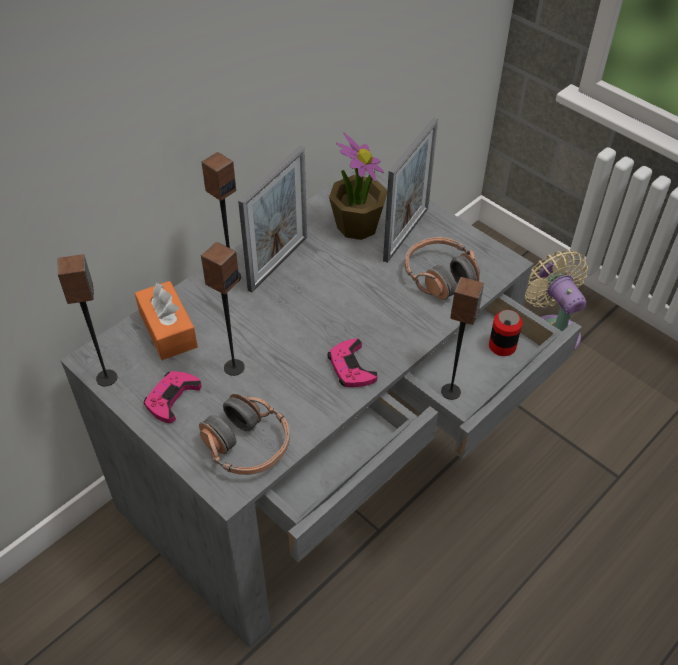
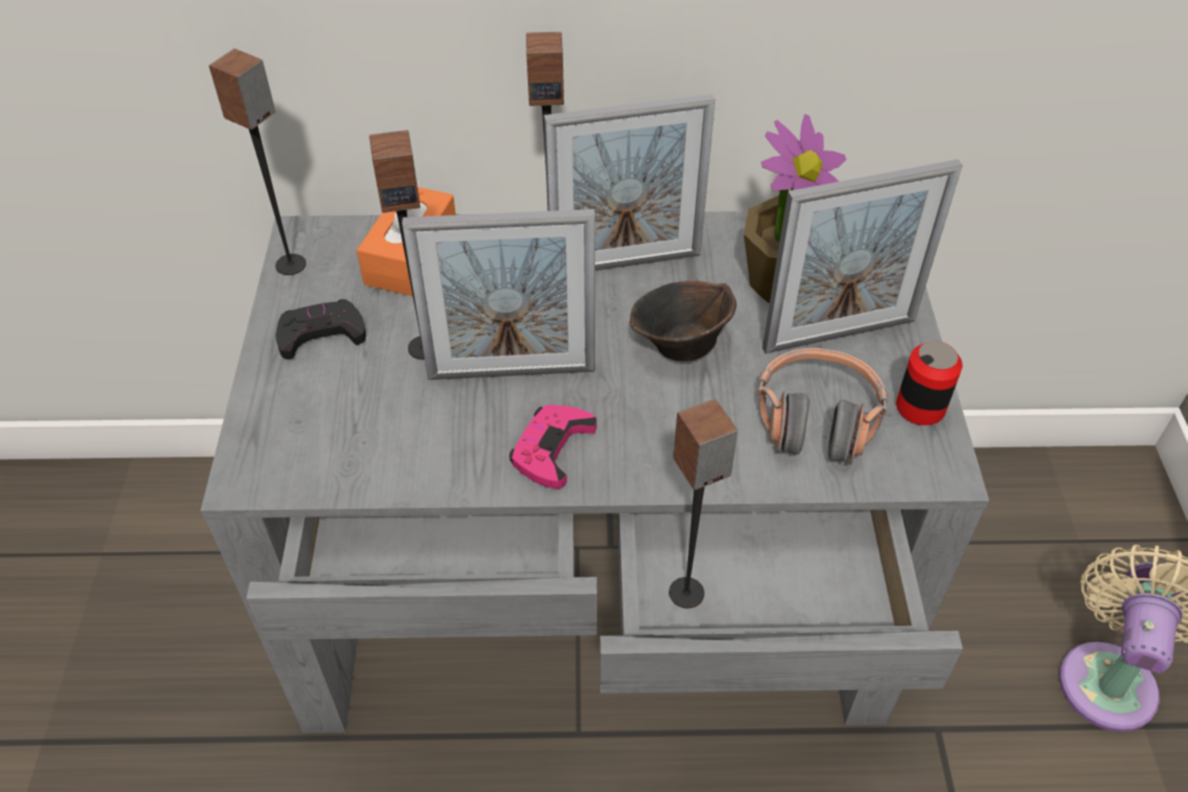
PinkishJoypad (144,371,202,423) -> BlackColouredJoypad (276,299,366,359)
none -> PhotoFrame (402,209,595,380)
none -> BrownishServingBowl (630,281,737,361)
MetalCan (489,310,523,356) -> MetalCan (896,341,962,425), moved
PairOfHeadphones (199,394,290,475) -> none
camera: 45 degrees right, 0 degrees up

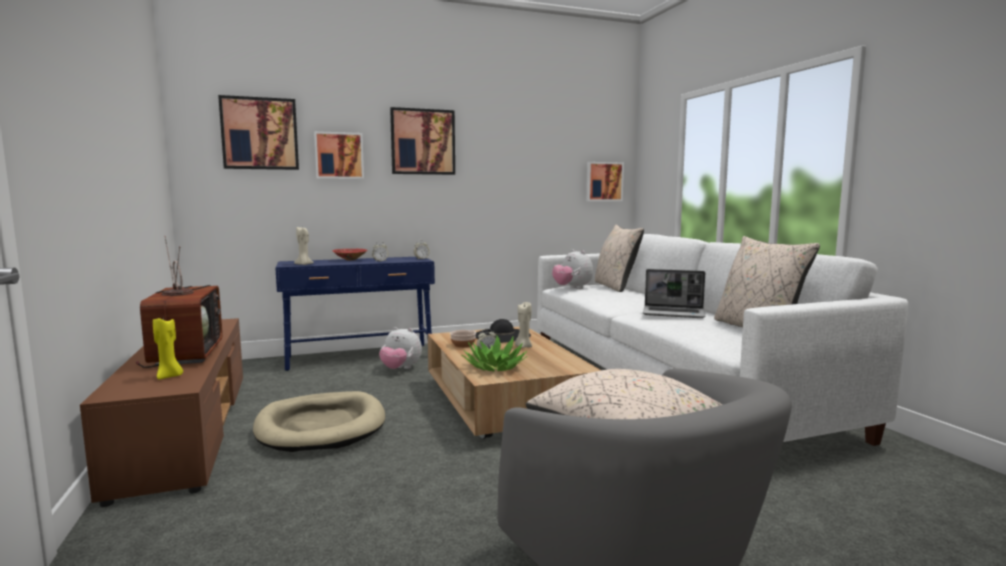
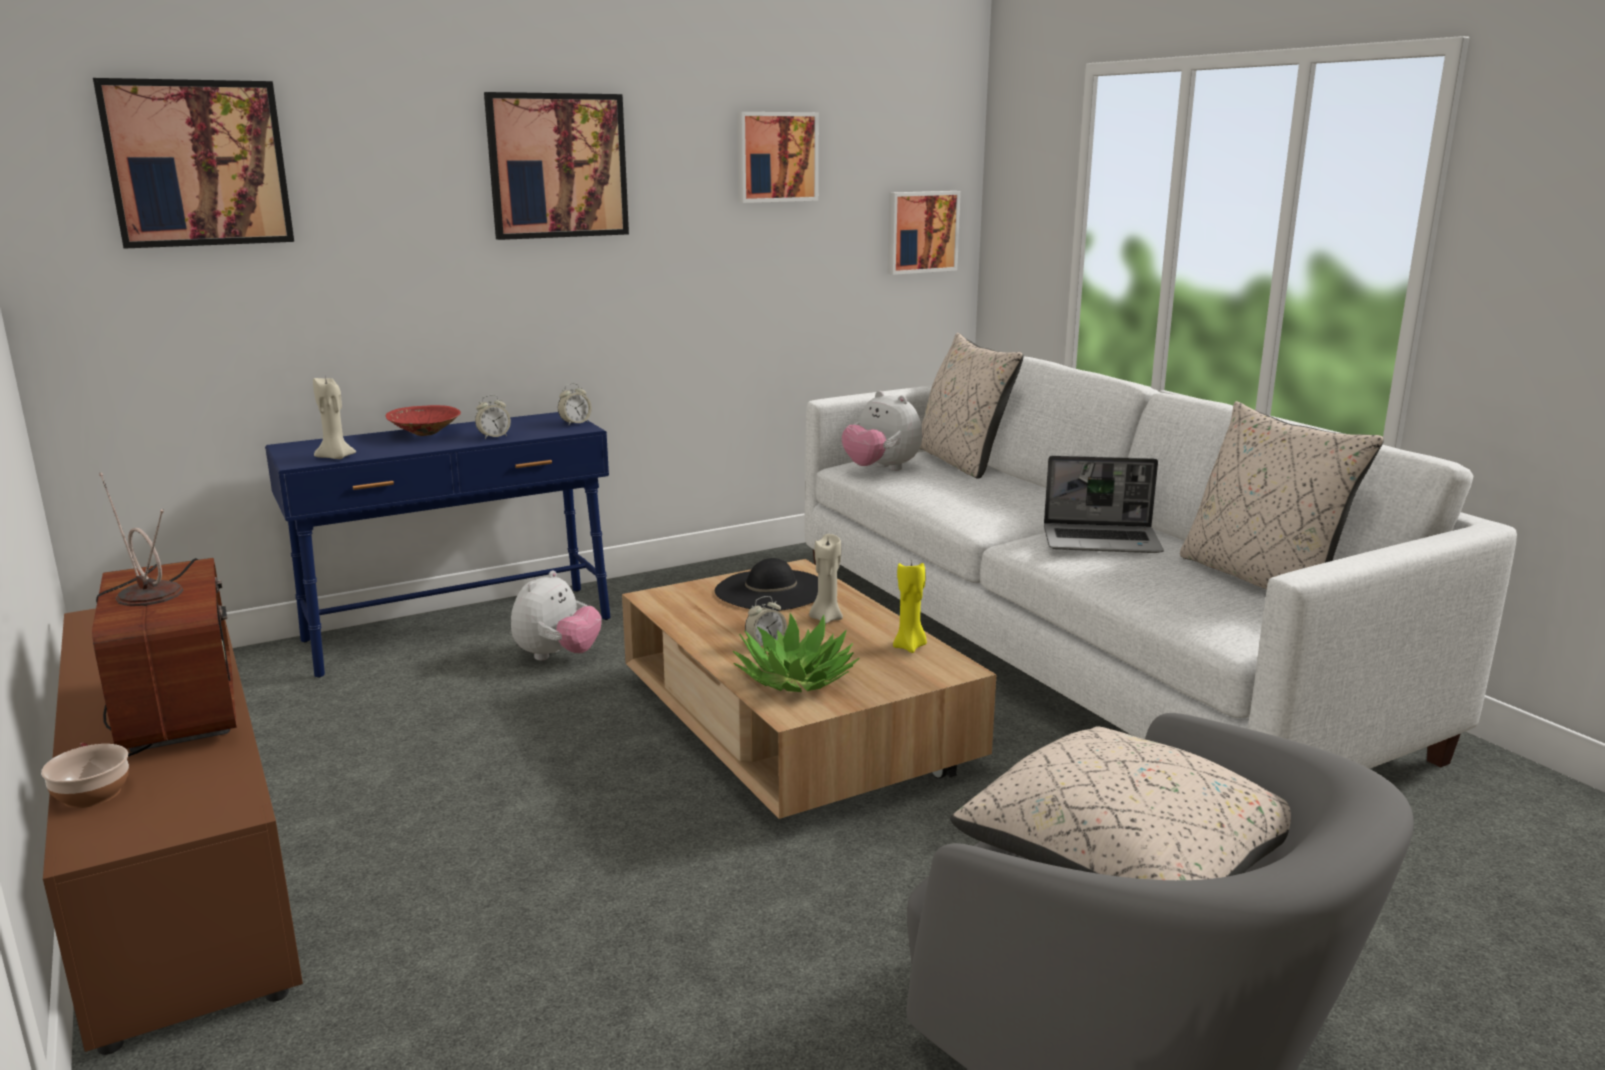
ServingBowl (450,330,476,348) -> ServingBowl (41,744,129,808), moved
SoftToy (379,327,422,369) -> SoftToy (511,570,602,660), 75 degrees counterclockwise
WallArt (314,131,364,179) -> WallArt (737,112,819,203), moved
YellowishWaxCandle (153,317,183,379) -> YellowishWaxCandle (893,561,927,653), moved
SandColouredPetBed (253,391,385,452) -> none
camera: 10 degrees left, 10 degrees up

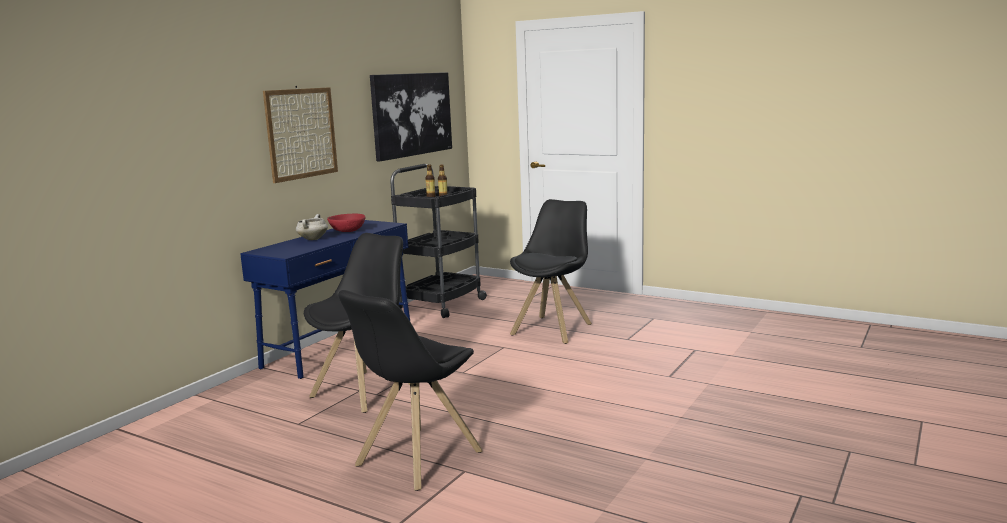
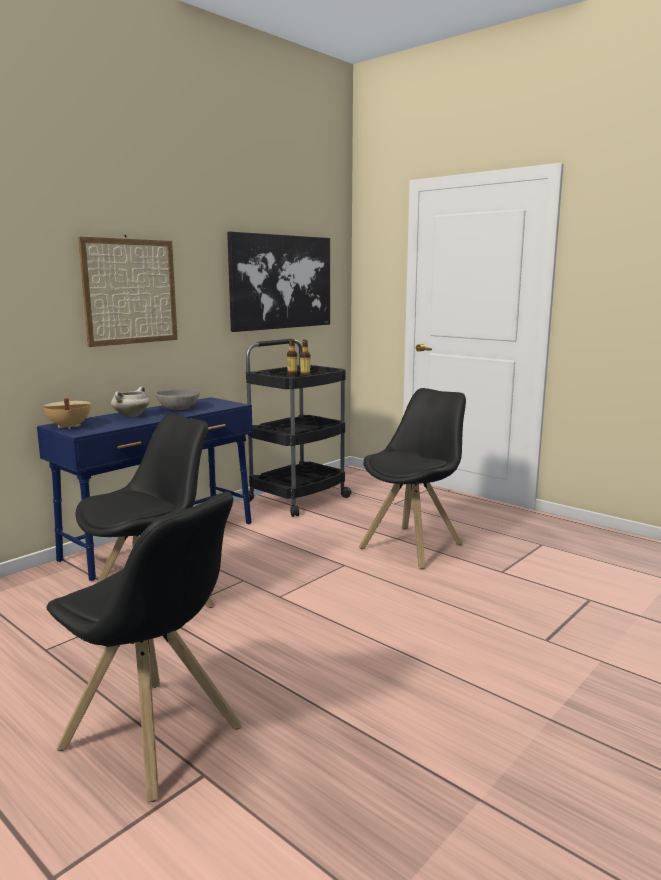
none -> SandColouredStockpot (43,397,91,429)
BlackColouredChair (338,290,483,491) -> BlackColouredChair (47,492,242,802), 105 degrees counterclockwise
RedColouredServingBowl (327,214,365,232) -> GrayServingBowl (155,389,200,410)
camera: 10 degrees right, 0 degrees up

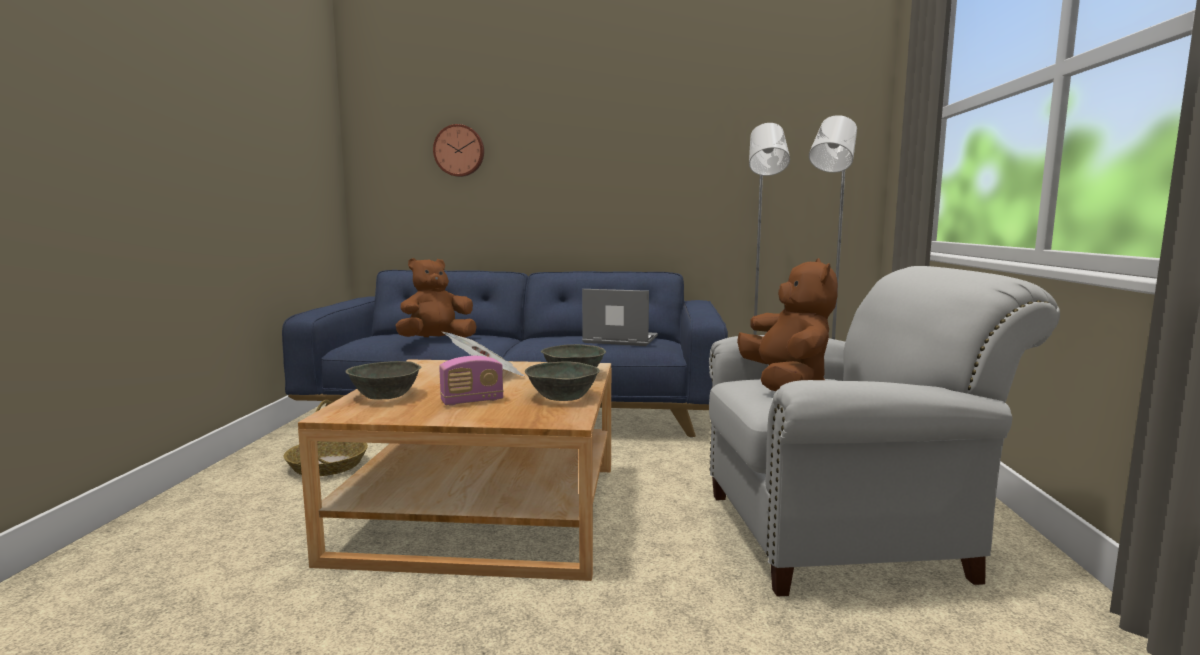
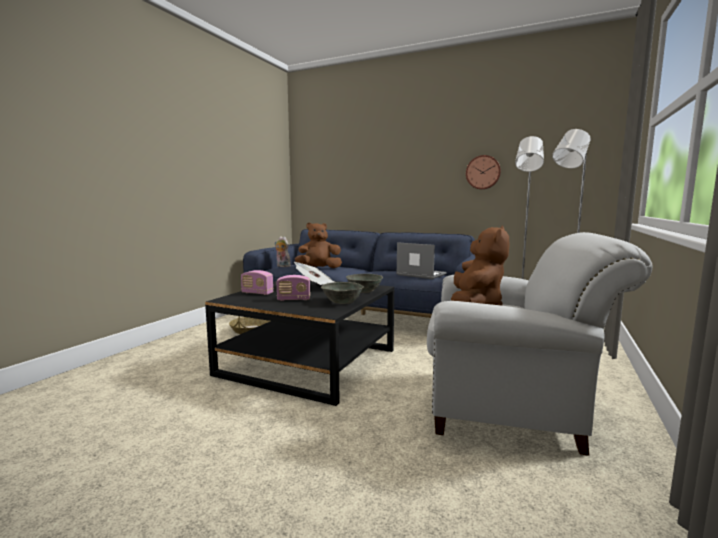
SandColouredCoffeeTable (298,359,611,581) -> BlackColouredCoffeeTable (205,281,394,406)
GrayServingBowl (346,361,421,400) -> Radio (241,270,274,295)
none -> SoftToy (275,236,291,267)
HangingClock (433,124,484,177) -> HangingClock (466,155,501,190), moved
camera: 20 degrees right, 0 degrees up

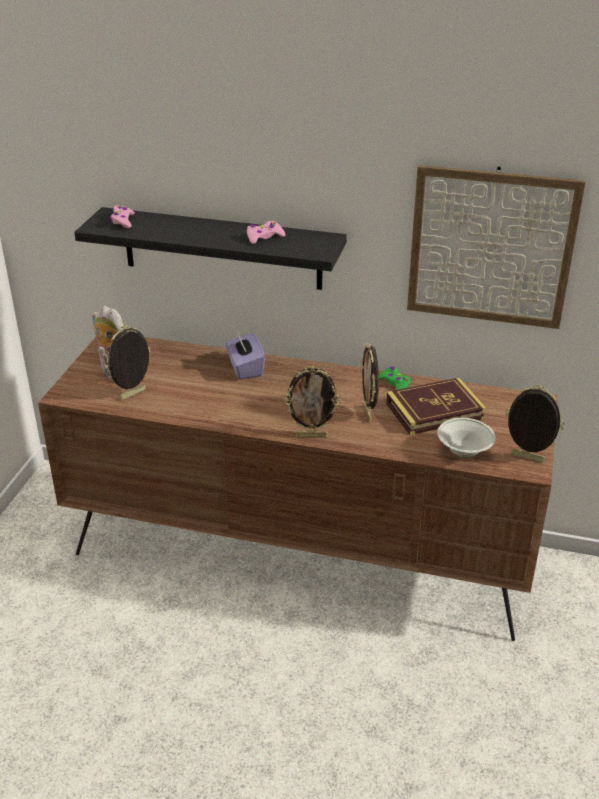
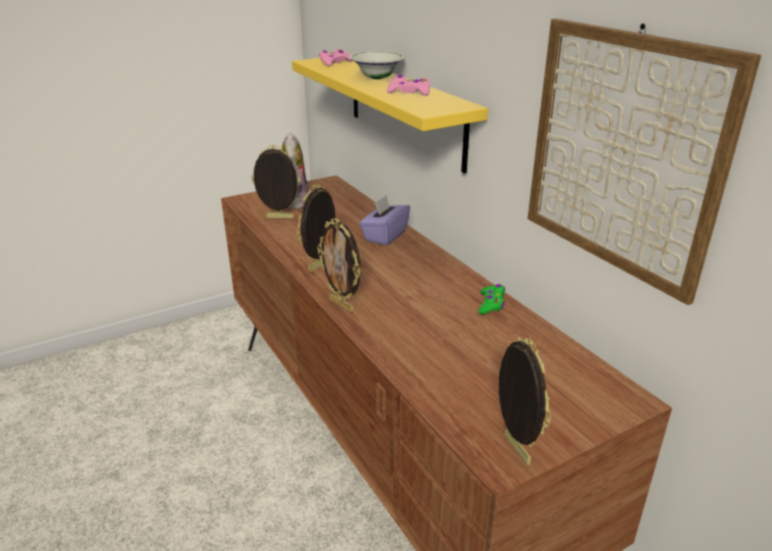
BlackColouredBracketShelf (74,207,347,290) -> YellowishBracketShelf (292,58,488,174)
PhotoFrame (361,343,379,422) -> PhotoFrame (296,184,336,272), moved
WhiteColouredServingBowl (437,418,496,458) -> WhiteColouredServingBowl (349,51,405,79), moved
Book (386,378,486,435) -> none
camera: 45 degrees right, 5 degrees down

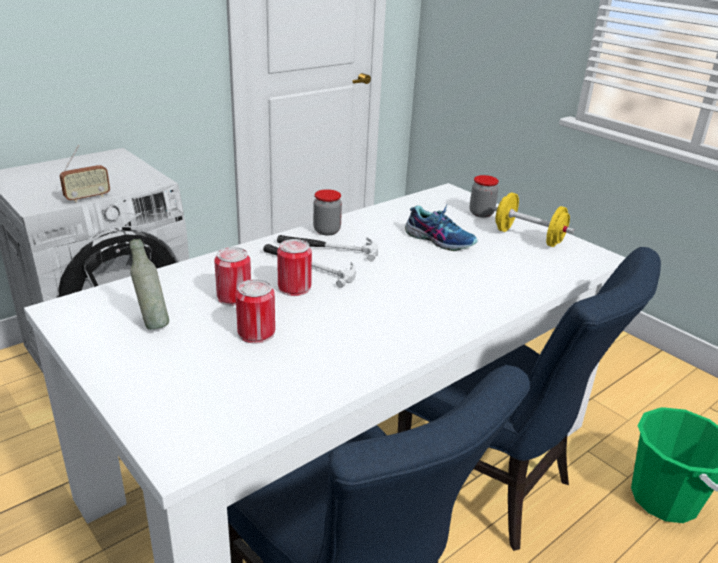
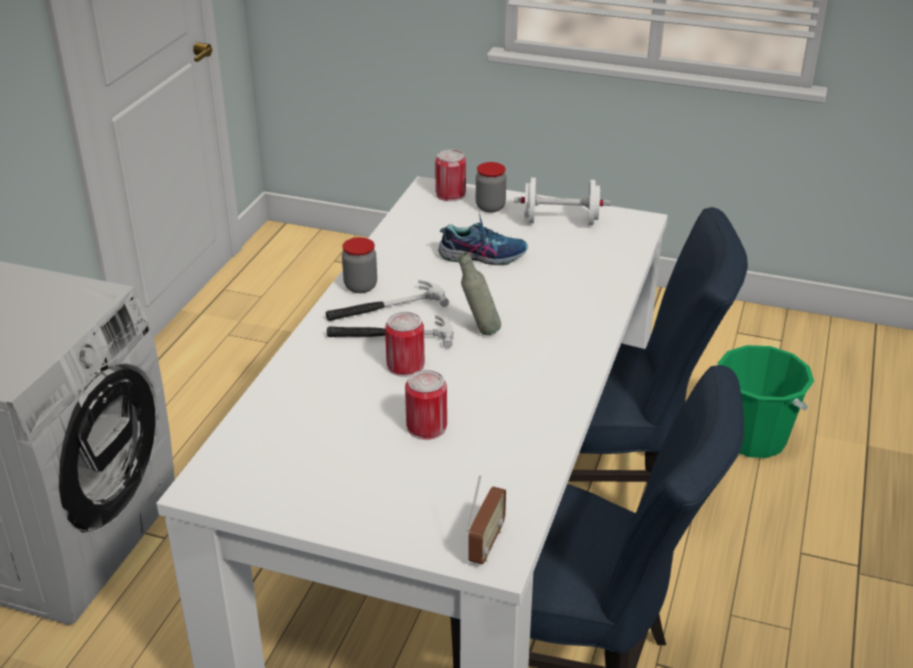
MetalCan (214,247,251,306) -> MetalCan (435,149,466,201), moved
GrayBottle (130,239,169,330) -> GrayBottle (458,252,501,335), moved
Radio (60,145,110,203) -> Radio (467,476,506,564), moved
YellowishHandWeight (493,193,574,247) -> WhiteColouredHandWeight (514,178,610,225)
camera: 30 degrees left, 5 degrees up

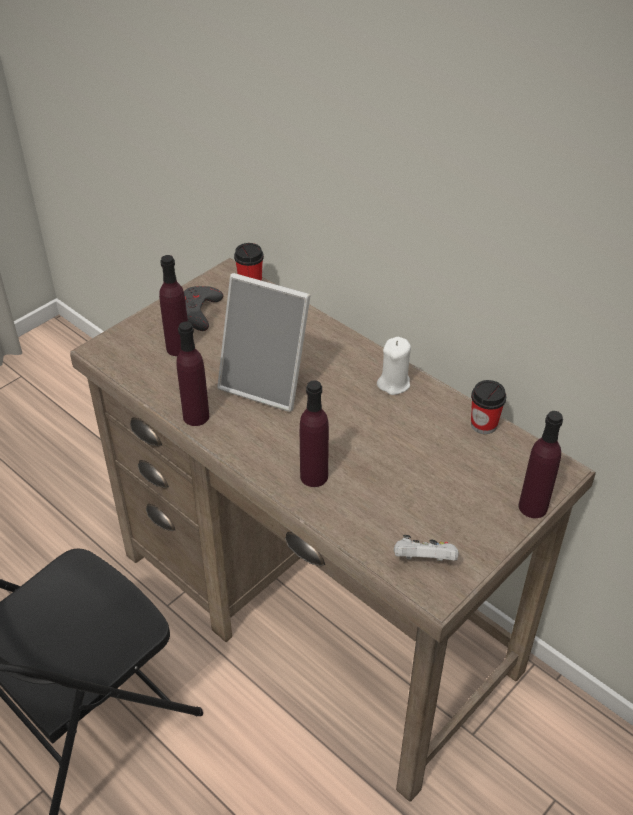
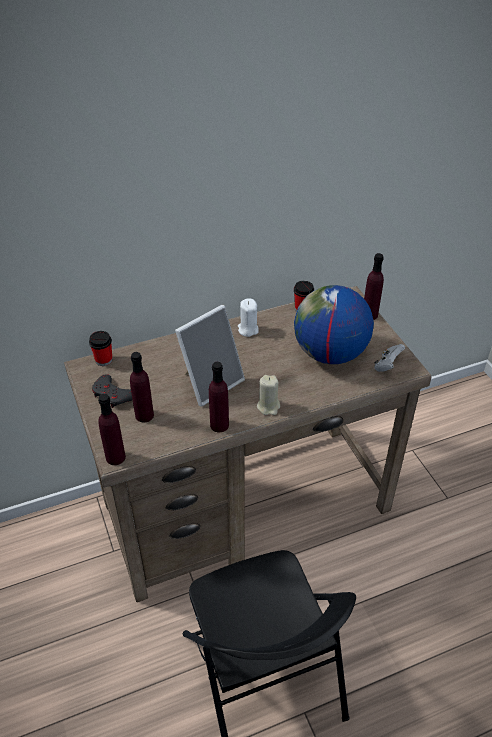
PurpleColouredBottle (300,380,329,487) -> PurpleColouredBottle (98,394,126,465), moved
none -> SandColouredWaxCandle (257,375,280,415)
none -> Globe (294,285,374,364)
camera: 65 degrees left, 0 degrees up

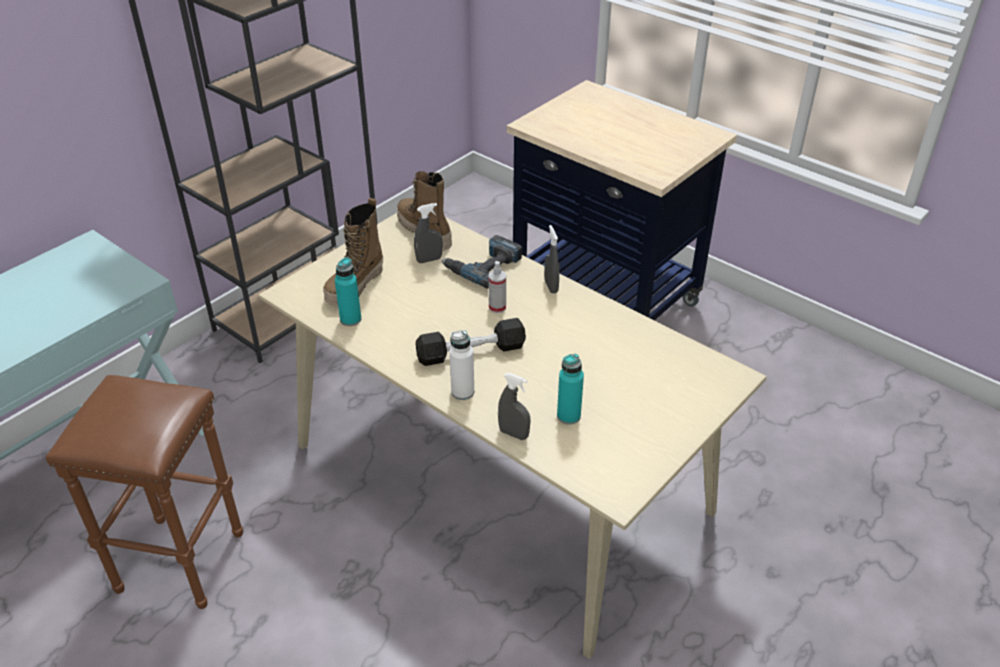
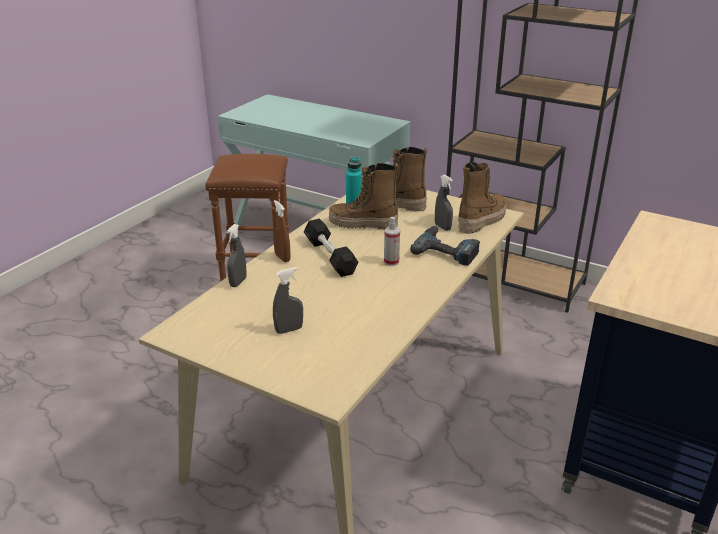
WhiteColouredBottle (449,330,474,400) -> BrownishSprayer (273,200,290,262)
GraySprayer (544,225,560,293) -> GraySprayer (273,267,303,334), moved
none -> HighTopBoot (329,163,398,230)
BlueGreenBottle (557,354,584,425) -> none
camera: 80 degrees right, 10 degrees down

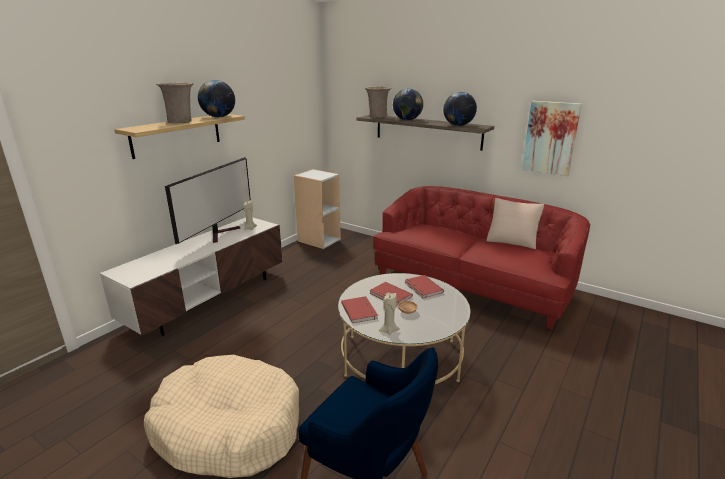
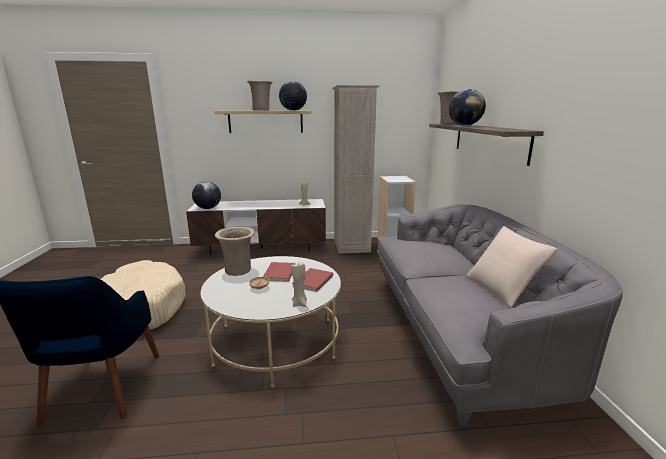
Globe (443,92,477,126) -> Globe (192,181,221,209), moved
RedColouredBook (341,296,378,323) -> SandColouredDecorativeVase (215,227,255,276)
SandColouredWaxCandle (379,292,400,335) -> SandColouredWaxCandle (291,262,307,307), moved
none -> SandColouredStorageCabinet (332,85,380,254)
RedColouredSettee (373,186,590,330) -> GraySettee (377,205,623,426)
Tv (165,157,251,244) -> none
WallArt (522,101,582,176) -> none
camera: 50 degrees right, 5 degrees down

